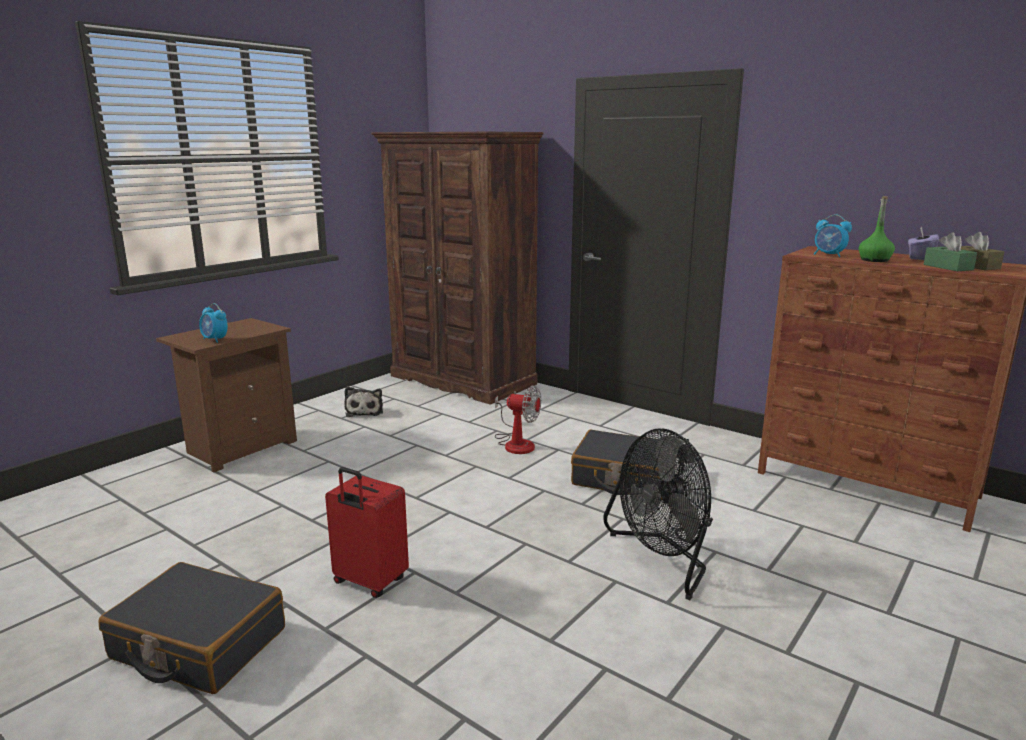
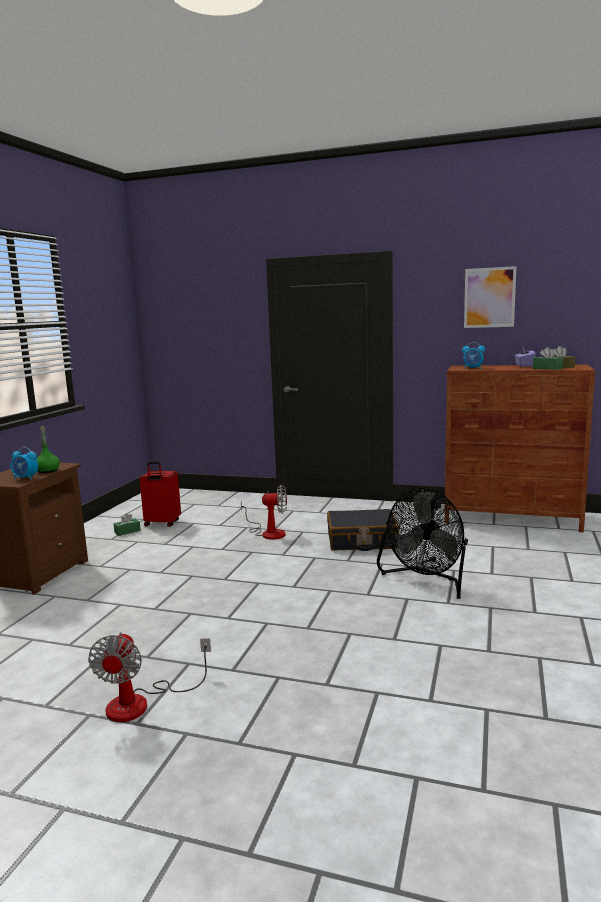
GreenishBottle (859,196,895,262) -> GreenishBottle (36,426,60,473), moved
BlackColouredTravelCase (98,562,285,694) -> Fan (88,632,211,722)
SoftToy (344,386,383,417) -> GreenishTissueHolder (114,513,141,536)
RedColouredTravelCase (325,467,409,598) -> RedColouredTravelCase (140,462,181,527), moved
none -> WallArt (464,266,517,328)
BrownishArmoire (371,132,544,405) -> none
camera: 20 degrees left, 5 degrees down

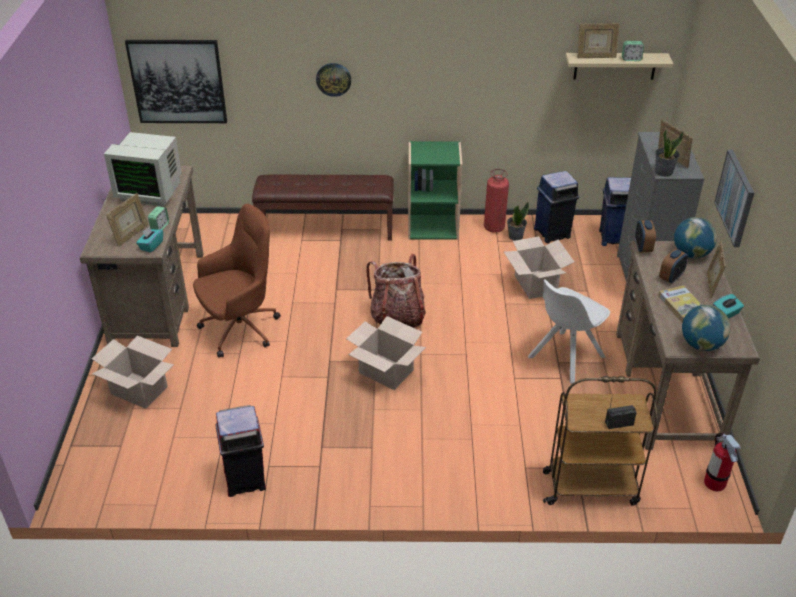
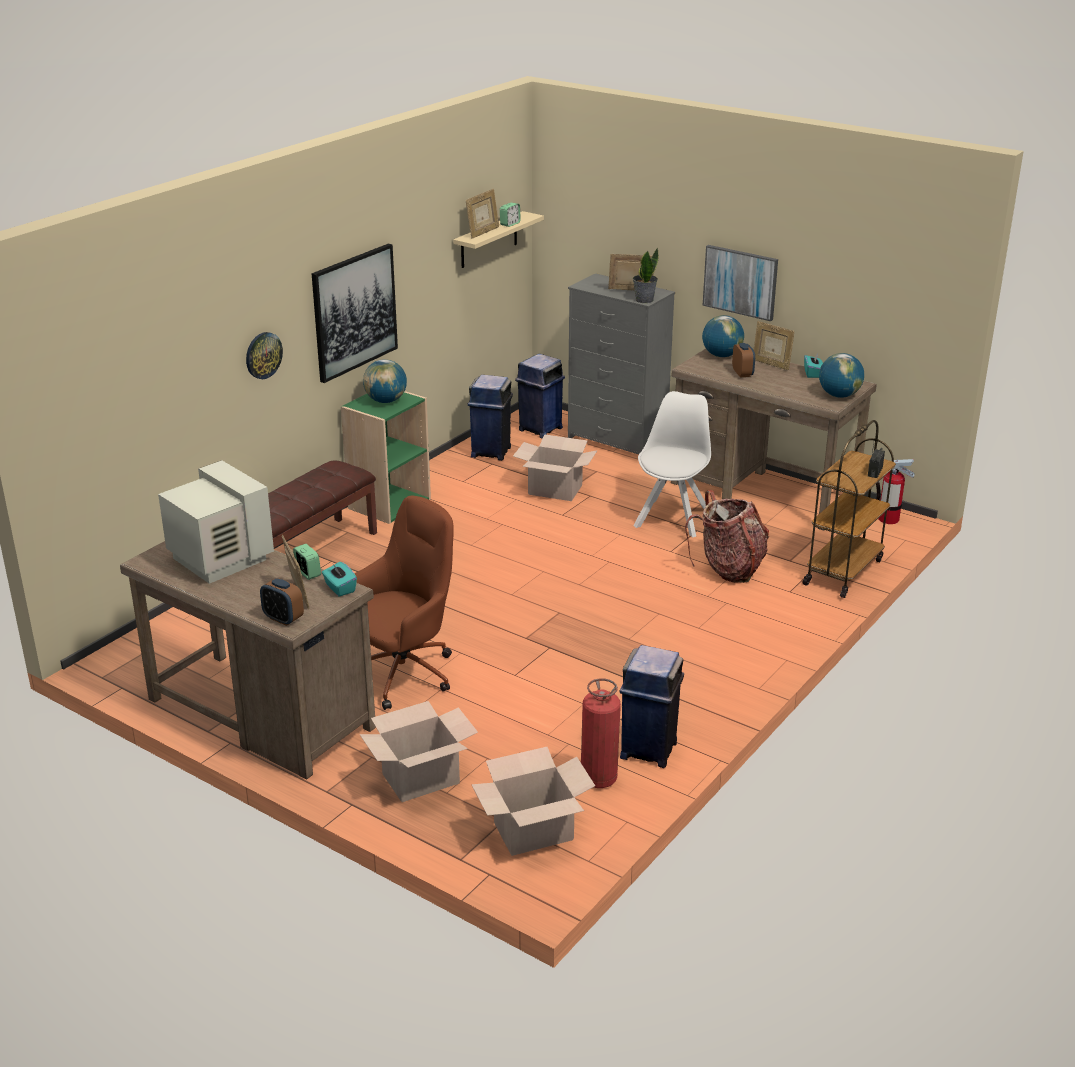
Monitor (104,132,182,206) -> Monitor (158,460,274,584), 90 degrees counterclockwise
AlarmClock (635,220,656,252) -> AlarmClock (260,578,304,626), moved
WallArt (125,40,227,123) -> WallArt (312,244,398,383), moved
BrownishDeskChair (193,204,281,358) -> BrownishDeskChair (354,496,454,710), 45 degrees clockwise
none -> Globe (363,359,407,403)
CardboardBox (346,316,426,390) -> CardboardBox (471,747,595,856), moved
FireFightingCylinder (484,169,509,233) -> FireFightingCylinder (581,678,621,788), moved
RedColouredTrashCan (215,405,266,497) -> BlueColouredTrashCan (620,645,684,768)
WhiteColouredChair (528,279,610,384) -> WhiteColouredChair (633,391,711,537), 150 degrees counterclockwise
Rucksack (366,254,426,328) -> Rucksack (685,490,769,583), moved
Houseplant (507,201,529,241) -> none
Book (658,285,702,322) -> none
camera: 55 degrees left, 10 degrees down

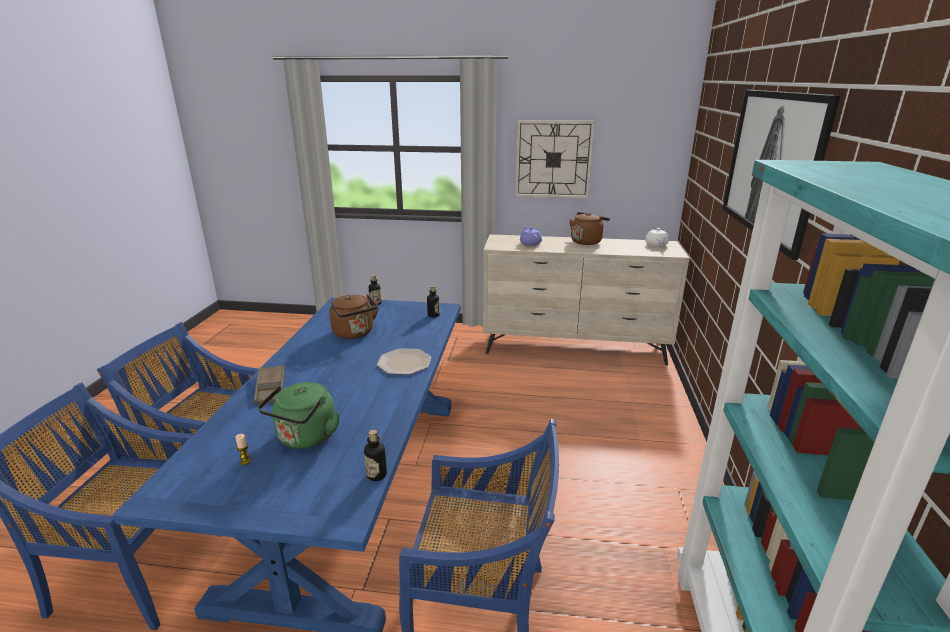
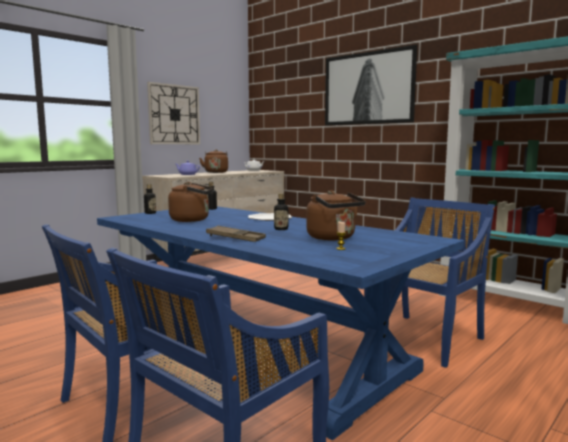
Bottle (364,430,387,481) -> Bottle (274,193,288,230), moved
GreenishWaterKettle (258,382,340,449) -> BrownishWaterKettle (306,190,366,241)
camera: 55 degrees left, 15 degrees down

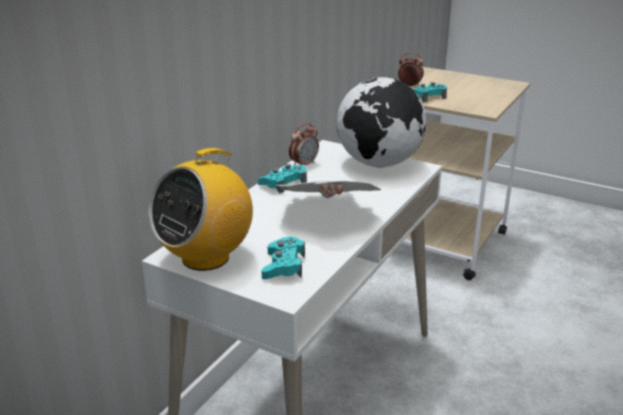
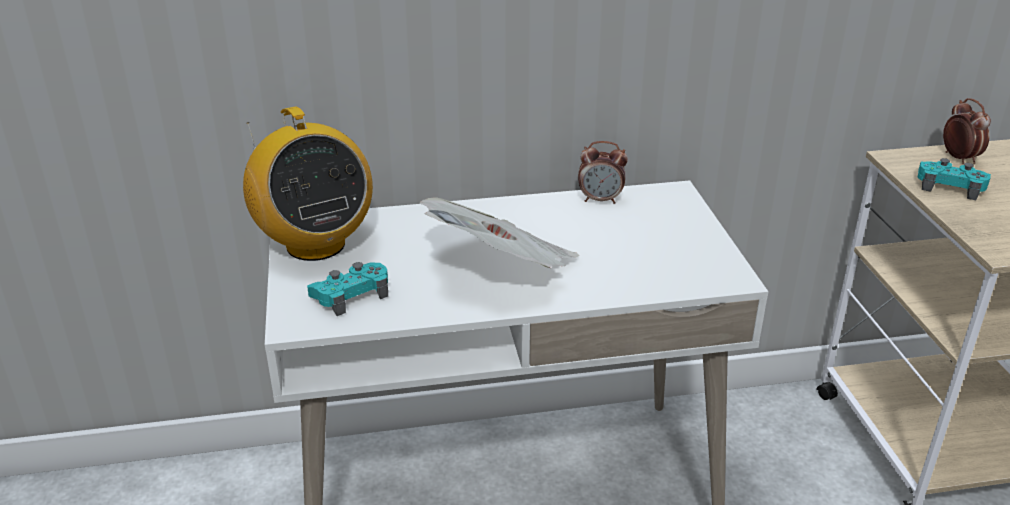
Radio (149,148,253,271) -> Radio (243,106,373,261), 120 degrees counterclockwise
BlueGreenJoypad (258,164,307,194) -> none
Globe (337,77,426,168) -> none
camera: 50 degrees right, 5 degrees up

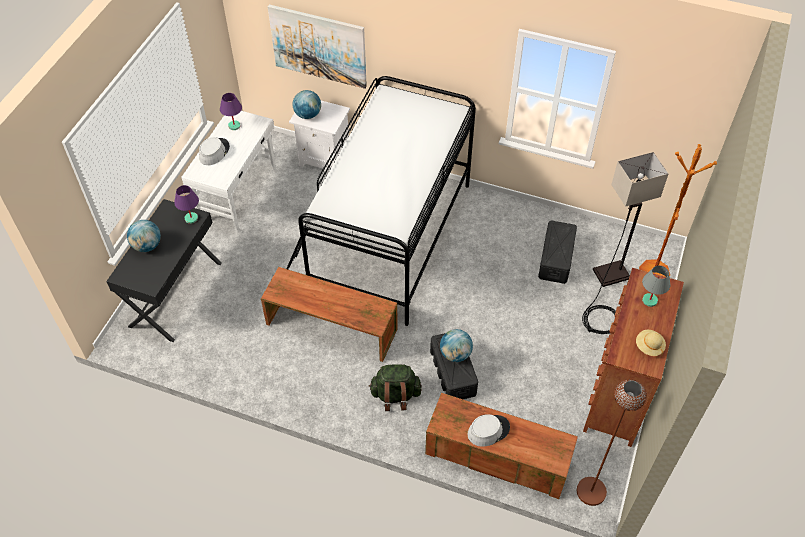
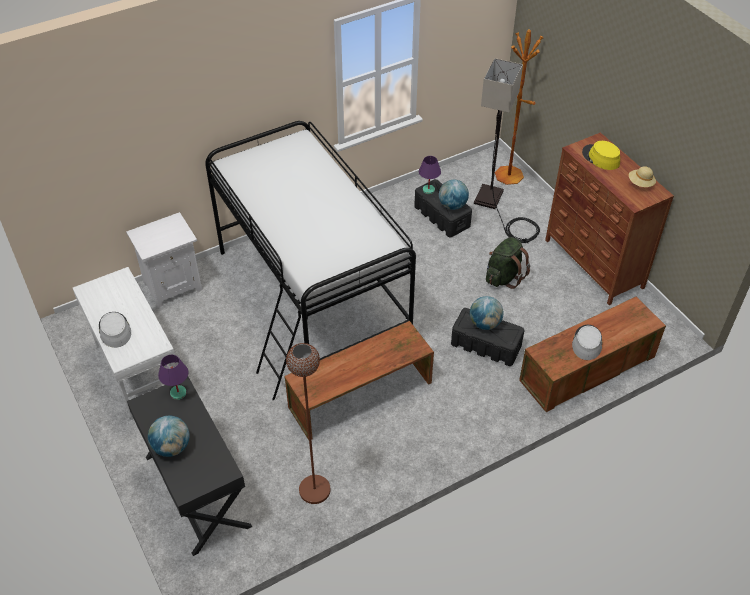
BrownishFloorLamp (577,379,647,506) -> BrownishFloorLamp (286,343,330,504), moved
PurpleColouredLampForATable (220,93,242,130) -> PurpleColouredLampForATable (419,156,441,194), moved
Globe (293,90,321,119) -> Globe (439,180,469,210), moved
GreenishRucksack (369,364,422,411) -> GreenishRucksack (486,237,530,289), moved
GrayLampForATable (642,265,670,307) -> YellowishWearableHat (582,141,620,170)
WallArt (268,4,367,89) -> none
camera: 50 degrees left, 5 degrees down

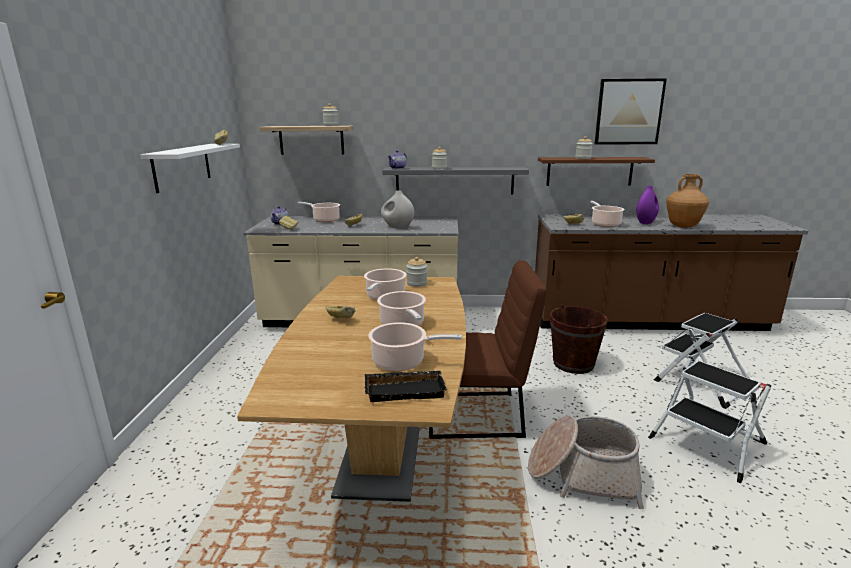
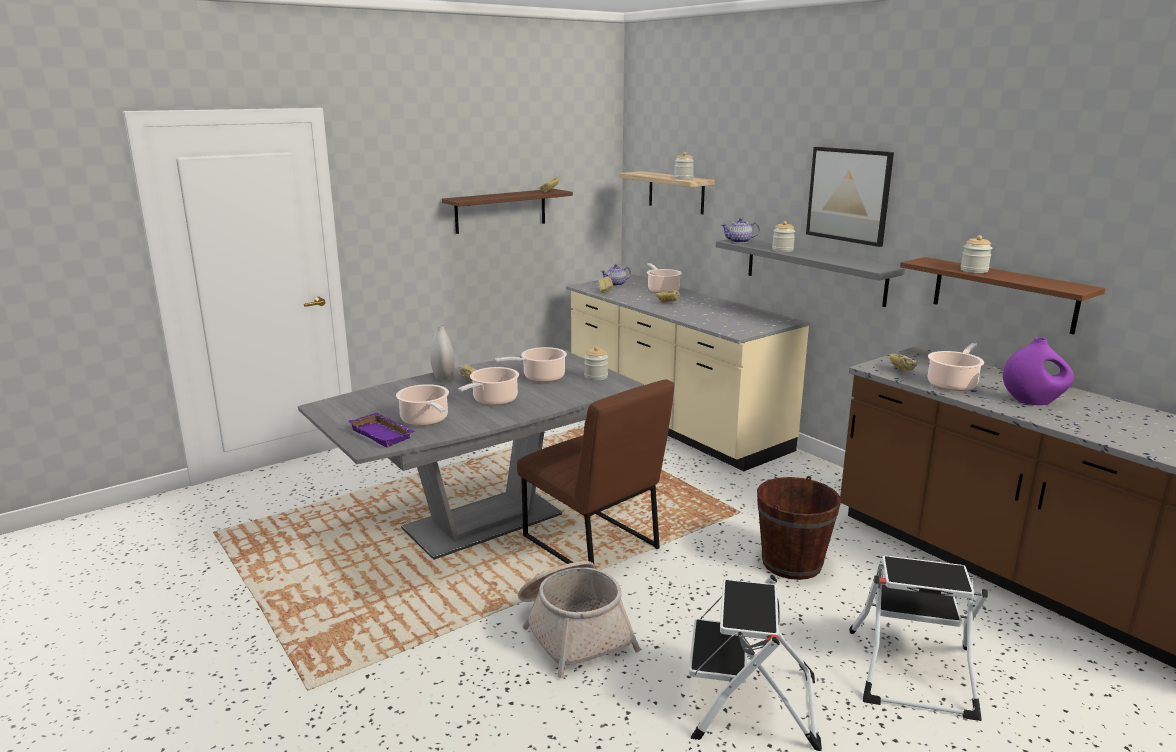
BrownishKitchenTable (237,276,466,502) -> GrayKitchenTable (298,349,644,560)
BlackColouredCarryingTray (365,371,447,402) -> PurpleColouredCarryingTray (348,413,416,447)
WhiteColouredDecorativeVase (381,191,414,229) -> WhiteColouredDecorativeVase (430,324,455,381), moved
WhiteColouredBracketShelf (140,144,240,193) -> BrownishBracketShelf (442,189,573,234)
WallArt (595,78,667,145) -> WallArt (806,147,894,247), moved
BrownishDecorativeVase (666,174,710,228) -> none
camera: 50 degrees right, 0 degrees up

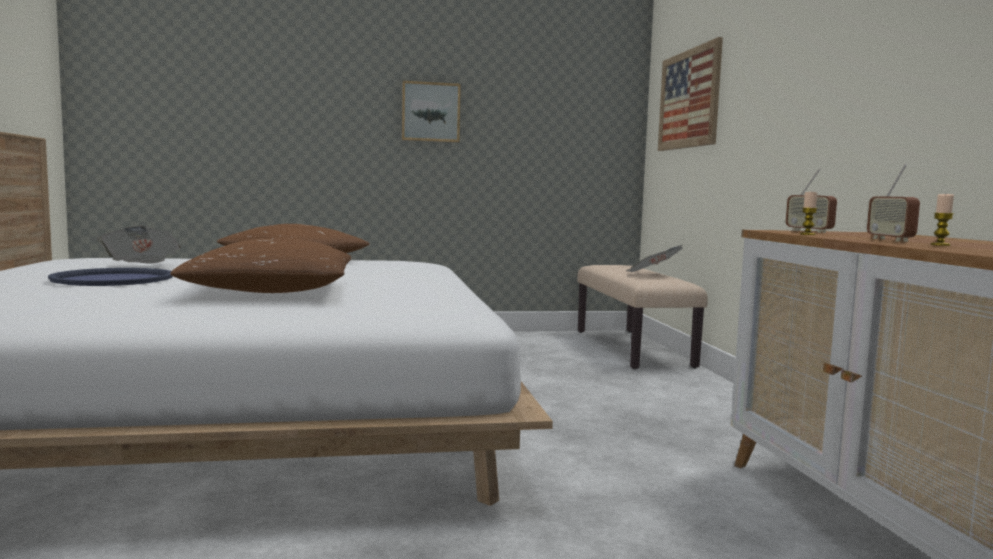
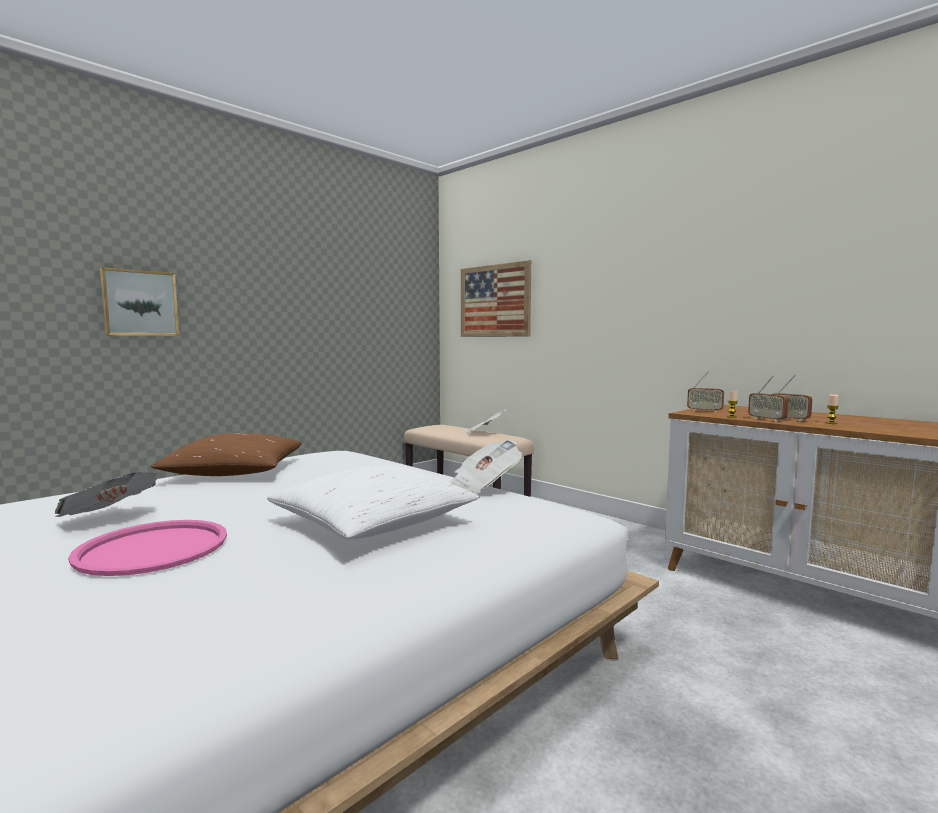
BlueColouredCarryingTray (48,268,173,286) -> PinkishCarryingTray (68,520,227,576)
WallArt (402,81,461,143) -> WallArt (100,267,179,336), moved
BrownishPillow (170,238,351,293) -> WhiteColouredPillow (267,465,479,540)
none -> DailyPaper (449,440,522,493)
none -> Radio (748,375,789,422)
camera: 35 degrees left, 0 degrees up

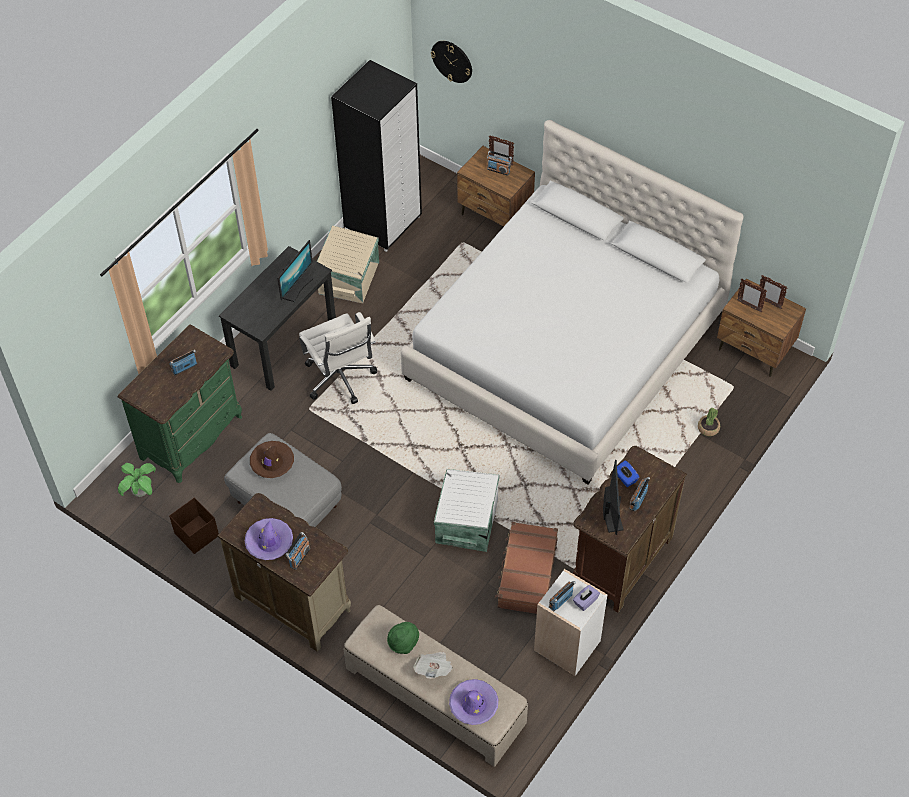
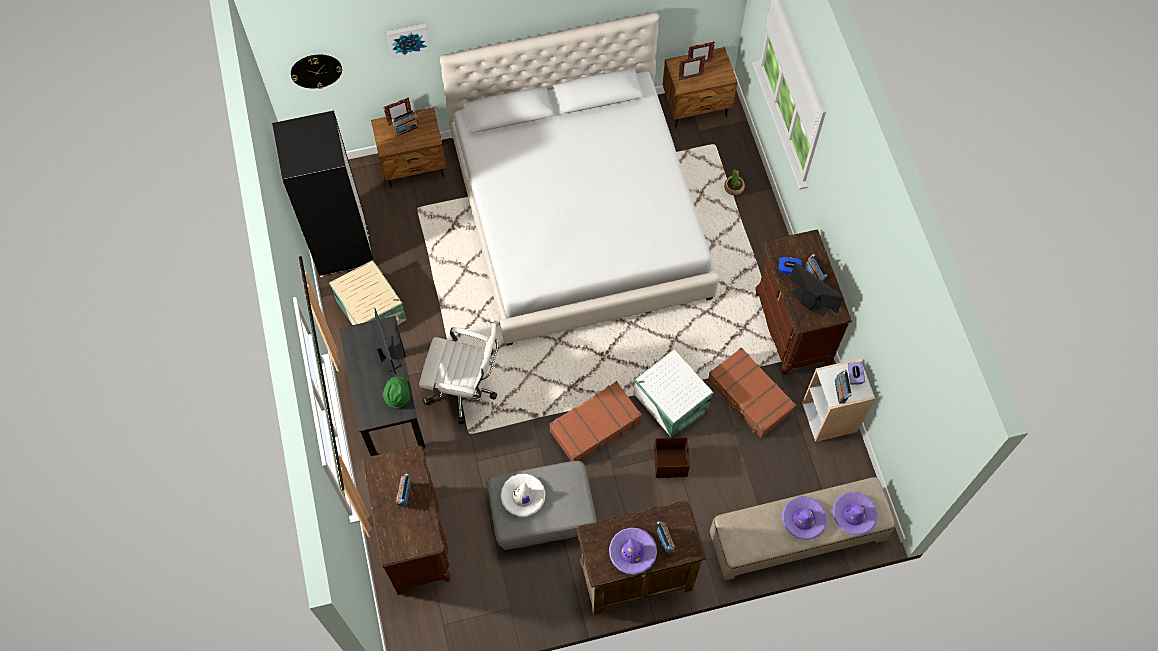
GreenishChestOfDrawers (118,324,242,483) -> BrownishChestOfDrawers (362,445,451,594)
GreenishWearableHat (387,622,419,654) -> GreenishWearableHat (383,377,410,408), moved
none -> WallArt (387,23,431,59)
BrownishWearableHat (250,441,294,478) -> WhiteColouredWearableHat (501,474,546,517)
none -> BrownishTravelCase (549,381,642,461)
BrownishStorageBox (169,497,219,554) -> BrownishStorageBox (654,437,690,478), moved
DailyPaper (413,652,453,679) -> PurpleColouredWearableHat (782,496,827,540)
Houseplant (118,463,156,497) -> none
camera: 50 degrees left, 10 degrees up

